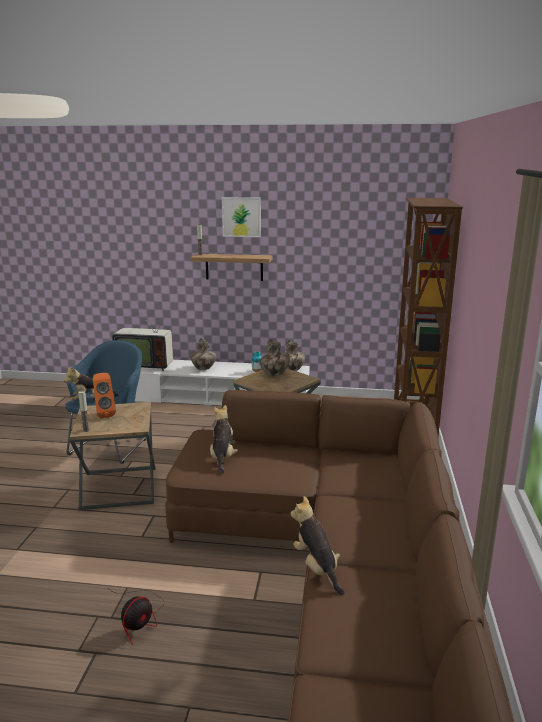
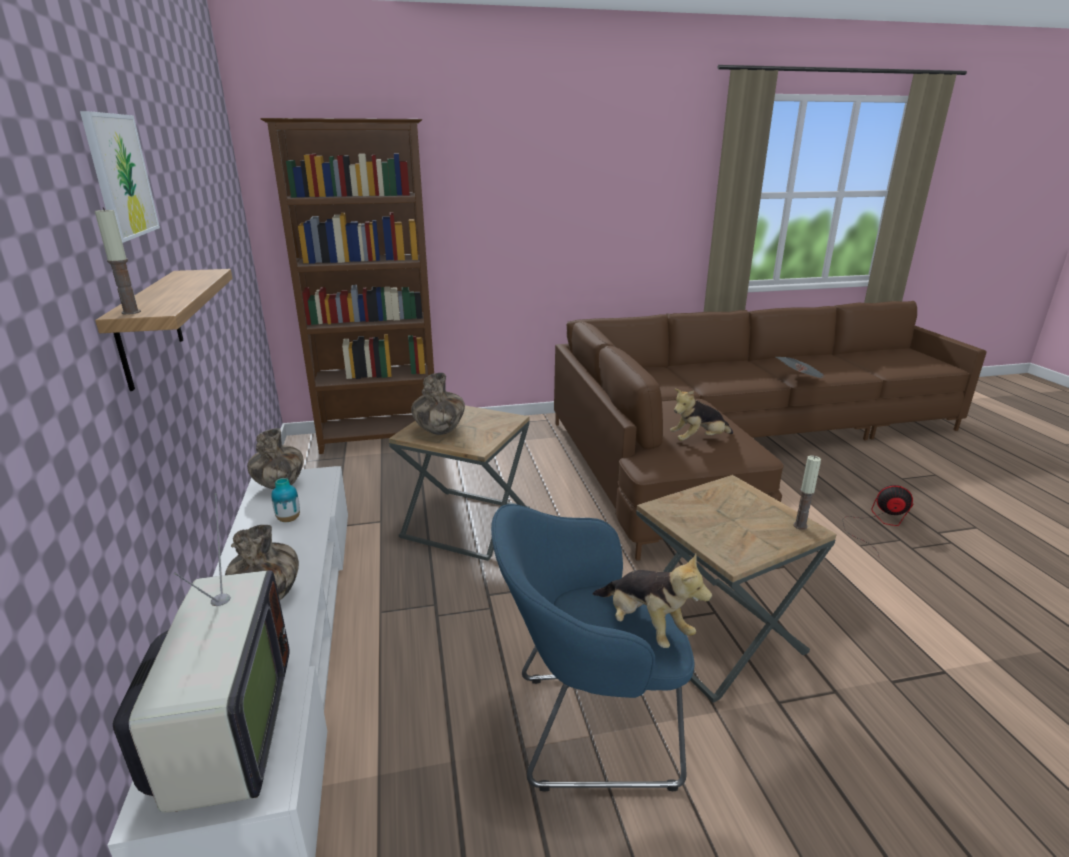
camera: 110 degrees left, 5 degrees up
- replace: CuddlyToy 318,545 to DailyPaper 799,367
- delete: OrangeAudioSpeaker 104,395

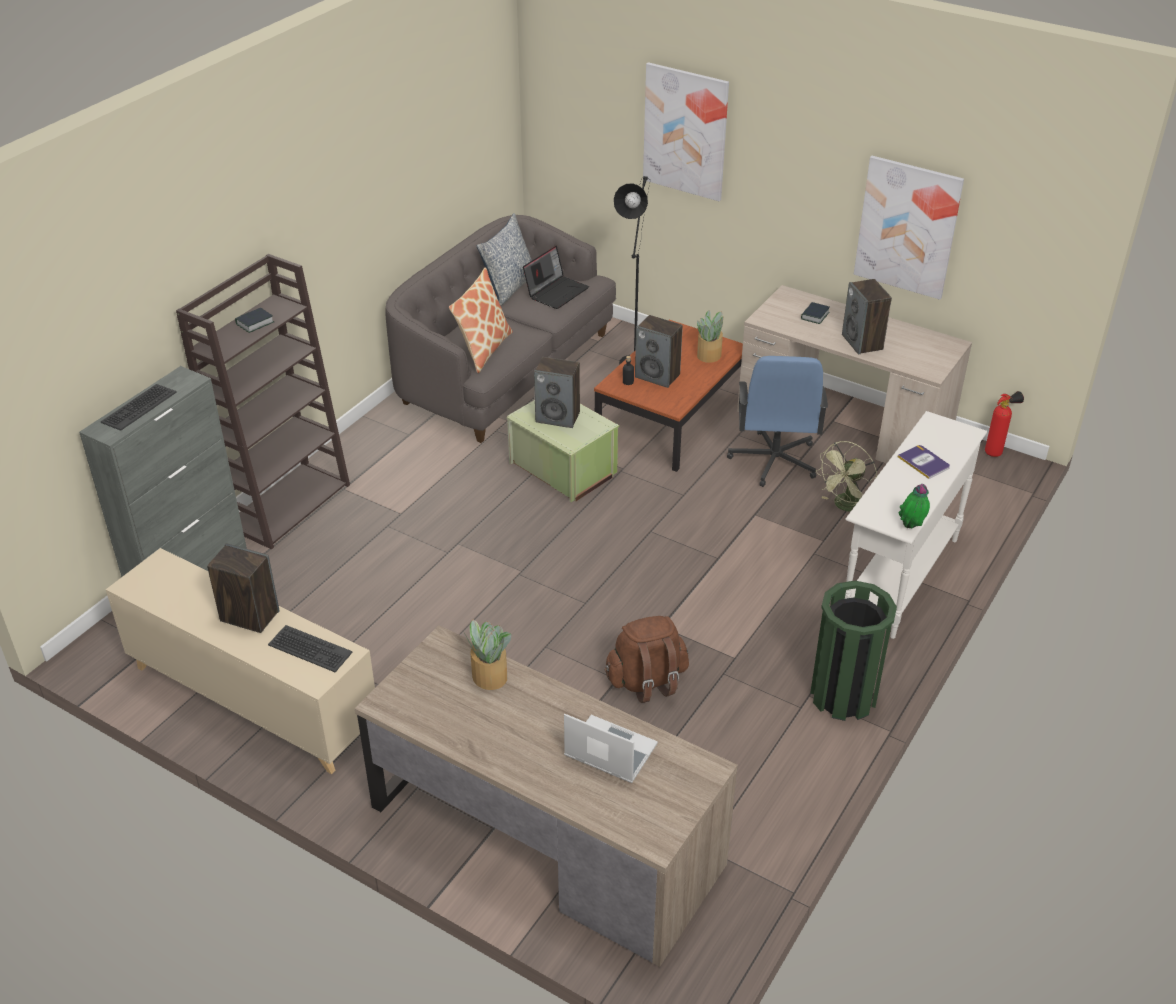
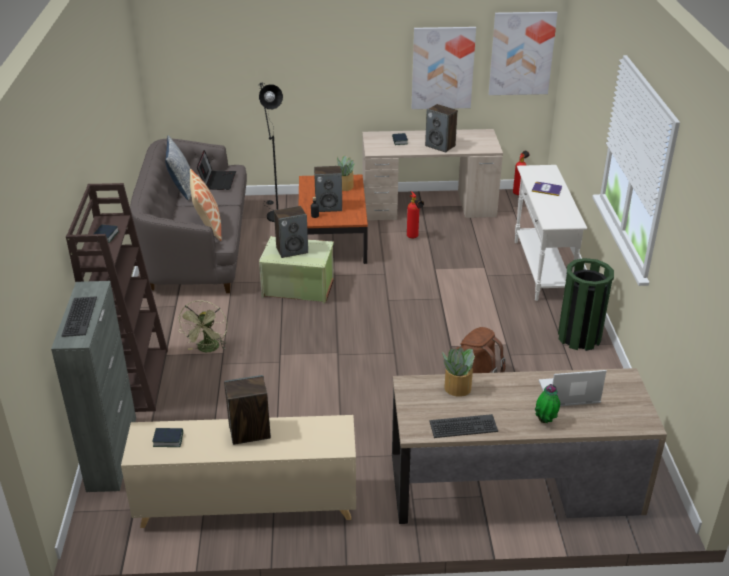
camera: 35 degrees left, 5 degrees down
- insert: BoundBook 167,437
- move: GreenishElectricFan 846,476 to 202,326
- replace: BluishDeskChair 777,421 to FireFightingCylinder 415,214
- move: Keyboard 310,648 to 464,426
- move: WallPicture 686,131 to 523,53
- move: Houseplant 914,506 to 547,403

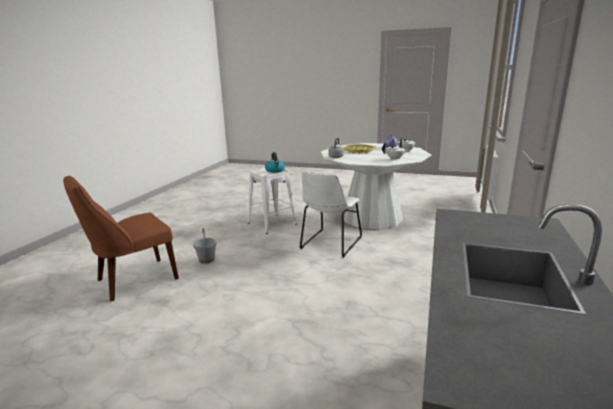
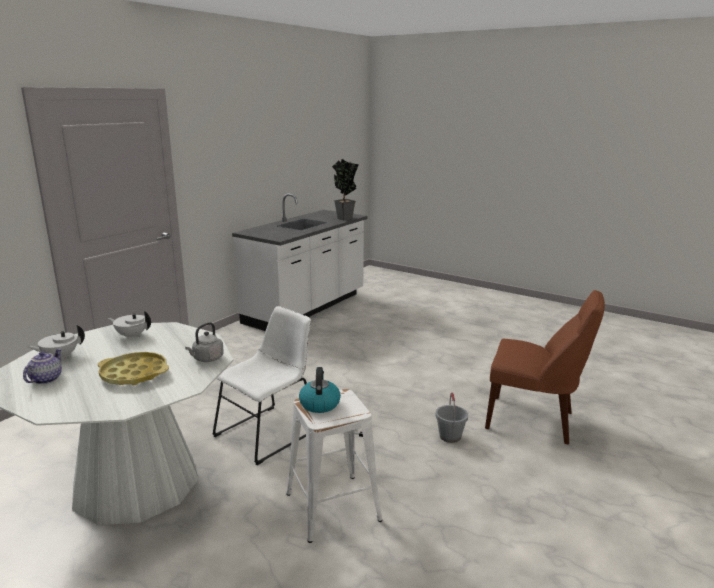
camera: 165 degrees left, 0 degrees up
- insert: Houseplant 345,189
- rotate: BrownishUprightChair 121,238 = 545,367 45 degrees clockwise

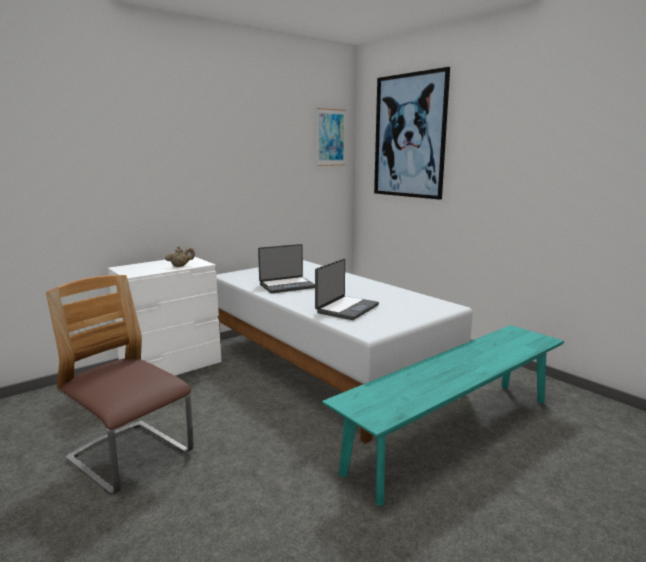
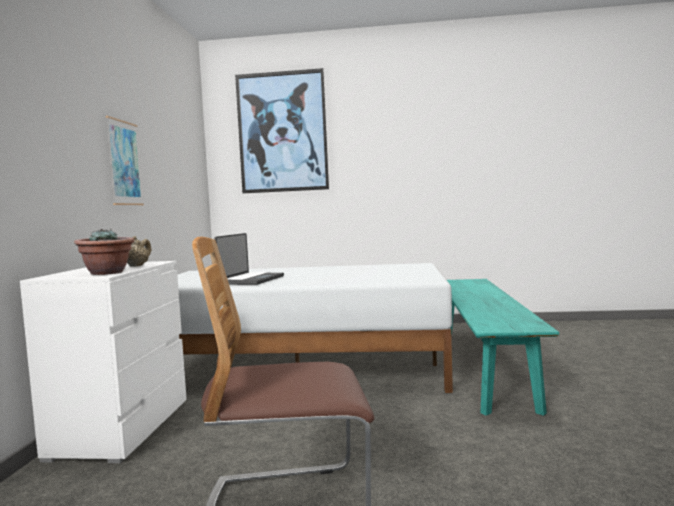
camera: 45 degrees left, 10 degrees down
- insert: Houseplant 104,252
- move: WallPicture 331,137 to 125,160
- delete: Laptop 347,289

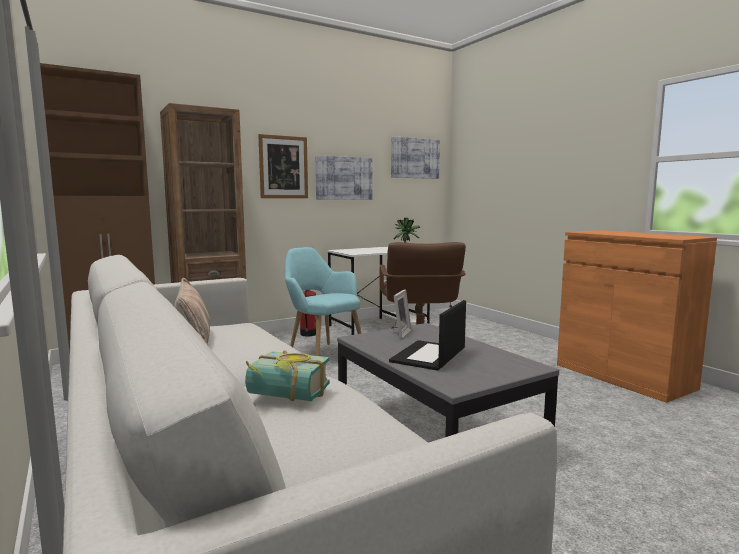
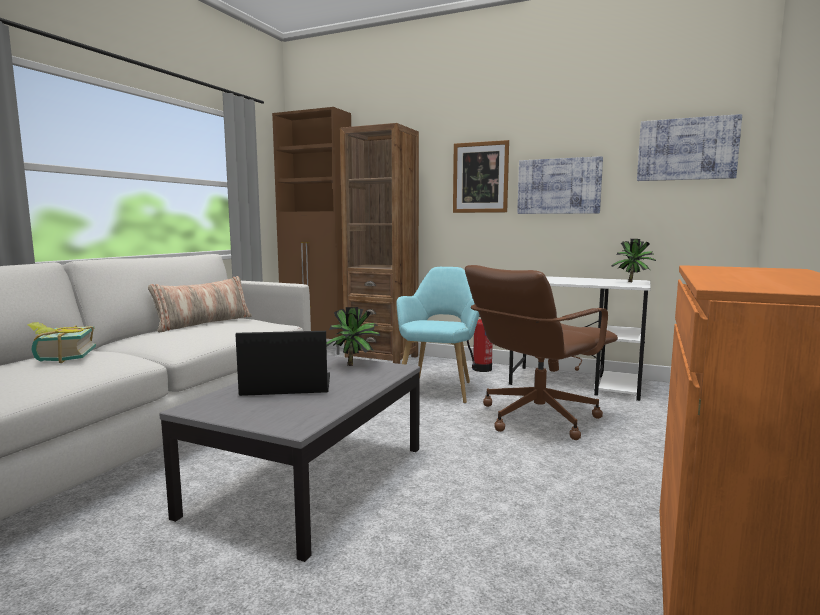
camera: 55 degrees right, 0 degrees up
- replace: PictureFrame 402,314 to Houseplant 353,336

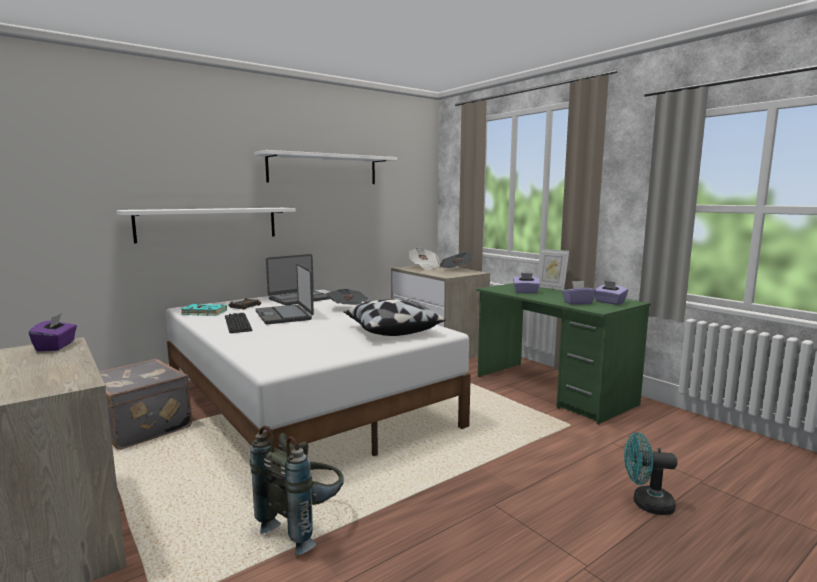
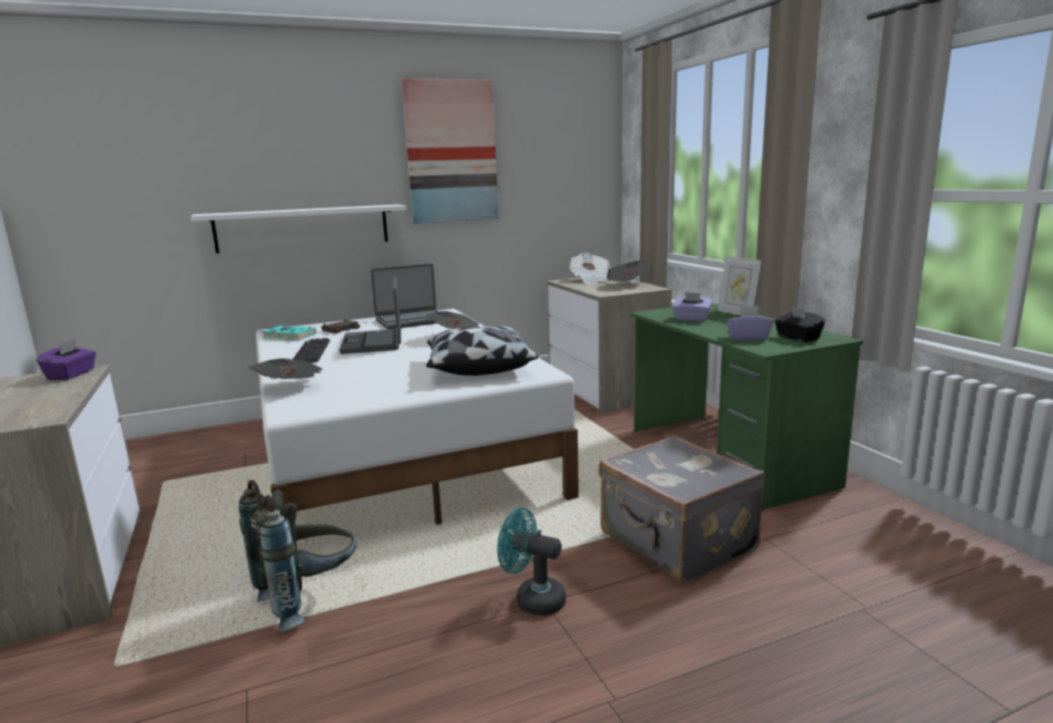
camera: 15 degrees right, 5 degrees up
- insert: DailyPaper 285,369
- replace: WhitishWallShelf 325,167 to WallPicture 450,151
- move: TurquoiseColouredElectricFan 650,473 to 531,562
- move: GreyPieceOfLuggage 145,404 to 682,510
- recolor: PurpleBoxOfTissues 611,292 to BlackishBoxOfTissues 800,324

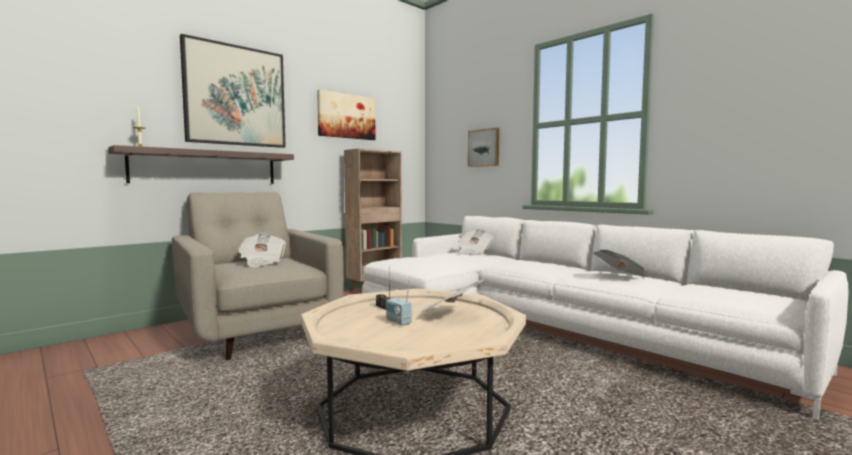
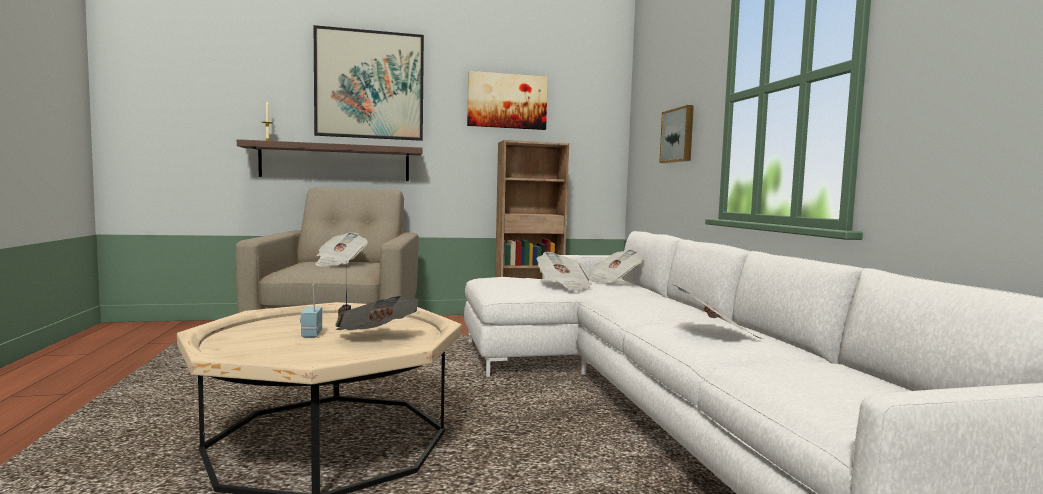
camera: 30 degrees right, 0 degrees up
- insert: DailyPaper 564,271

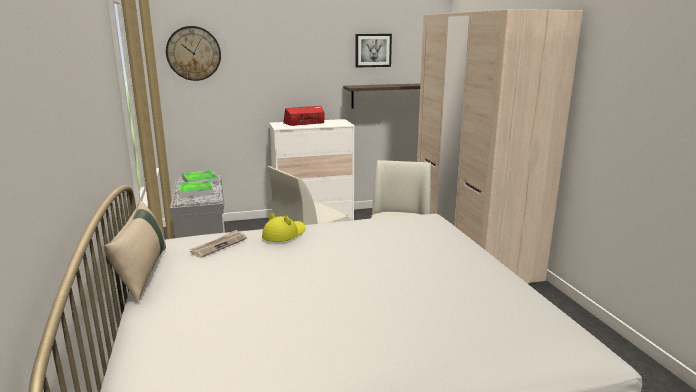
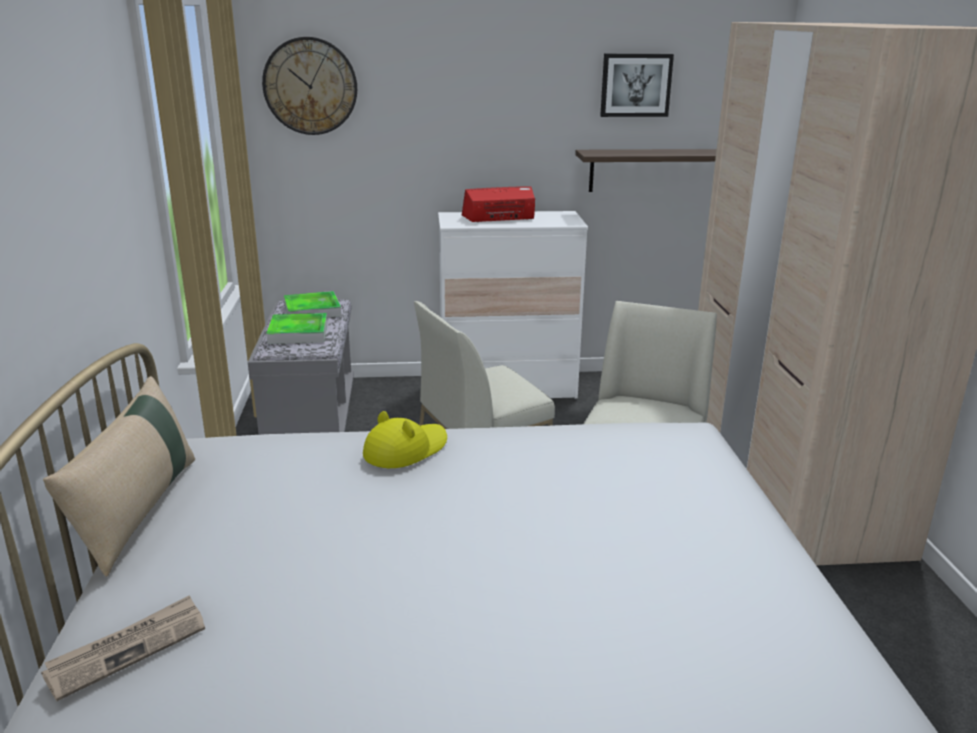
camera: 10 degrees right, 5 degrees up
- move: DailyPaper 218,244 to 123,648

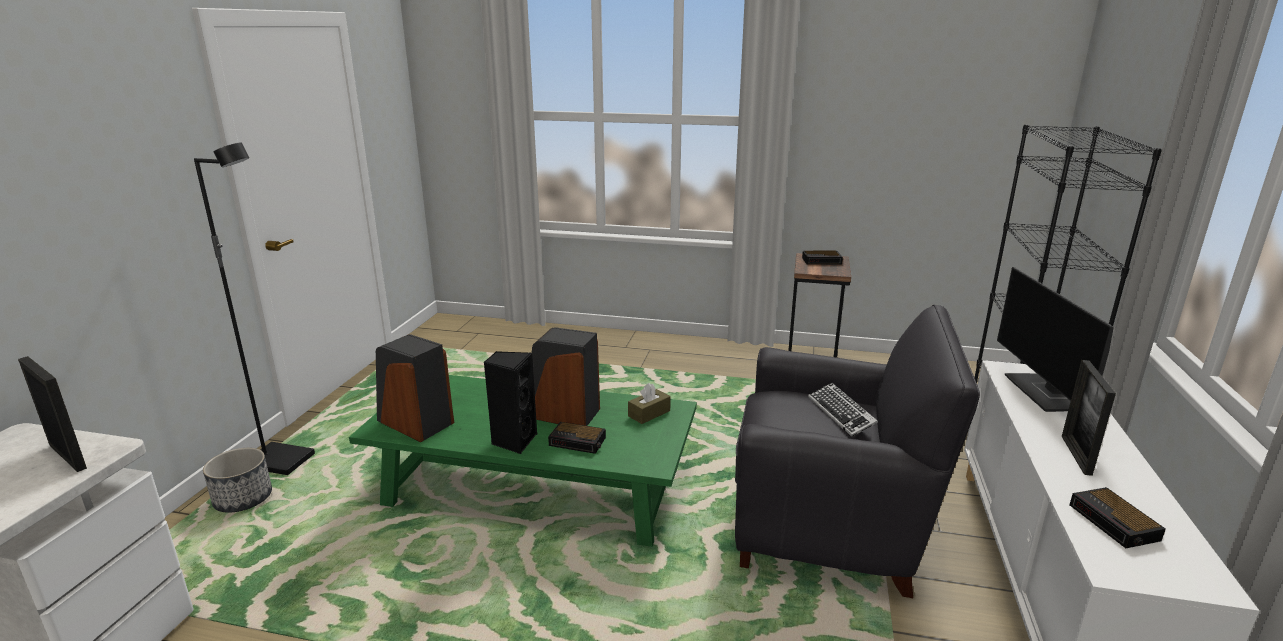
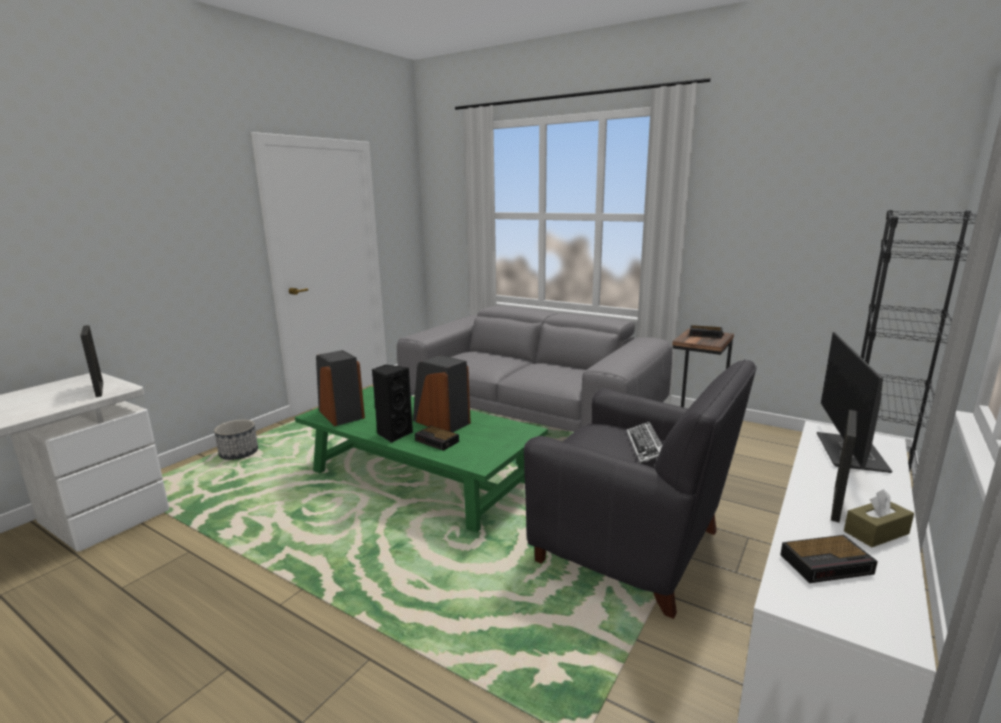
camera: 20 degrees right, 5 degrees down
- insert: GreyCouch 534,369
- rotate: TableClock 1118,517 = 829,559 105 degrees counterclockwise
- move: BrownishBoxOfTissues 649,403 to 879,518
- delete: BlackishStandardLamp 254,308

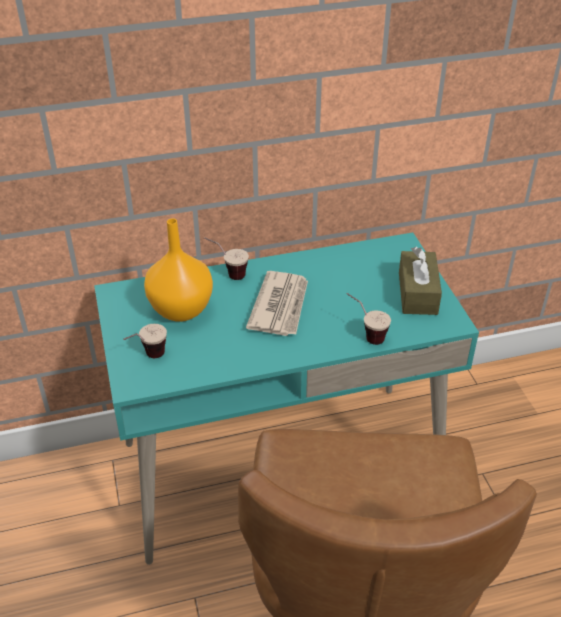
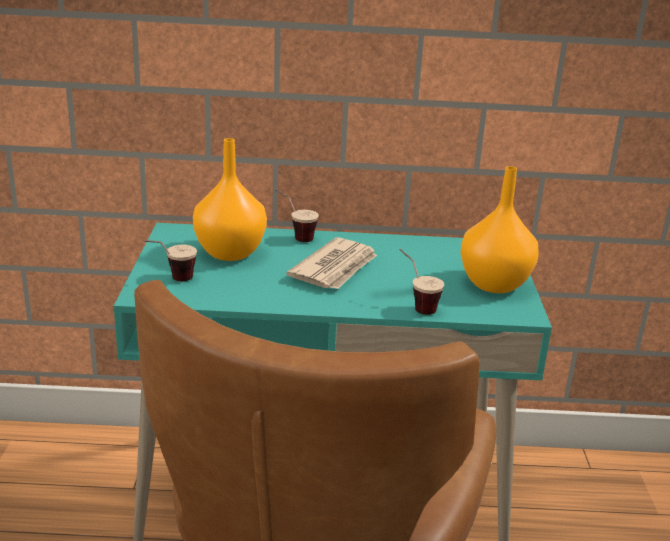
camera: 15 degrees right, 15 degrees down
- replace: BrownishBoxOfTissues 420,281 to OrangeDecorativeVase 499,229

